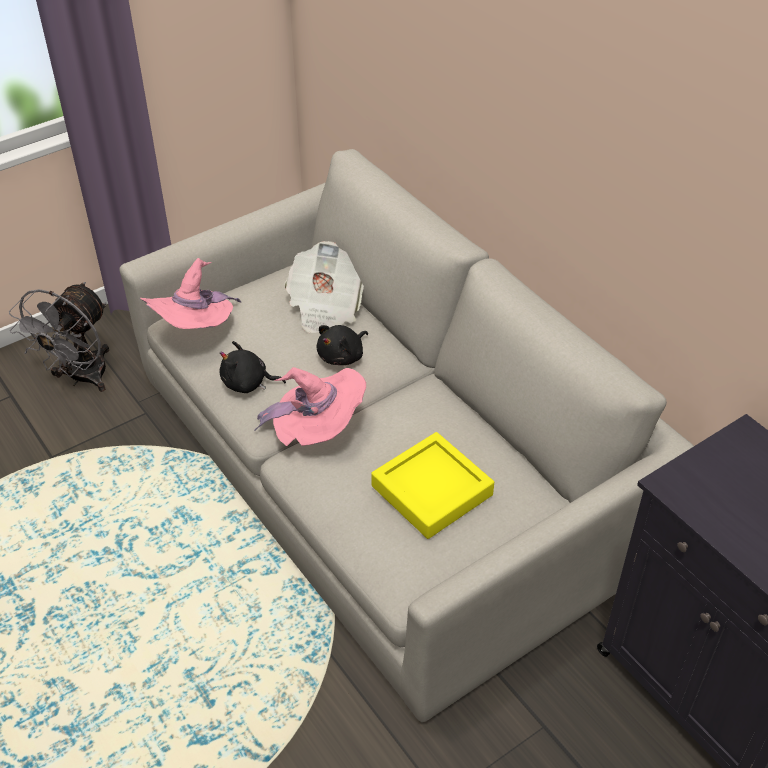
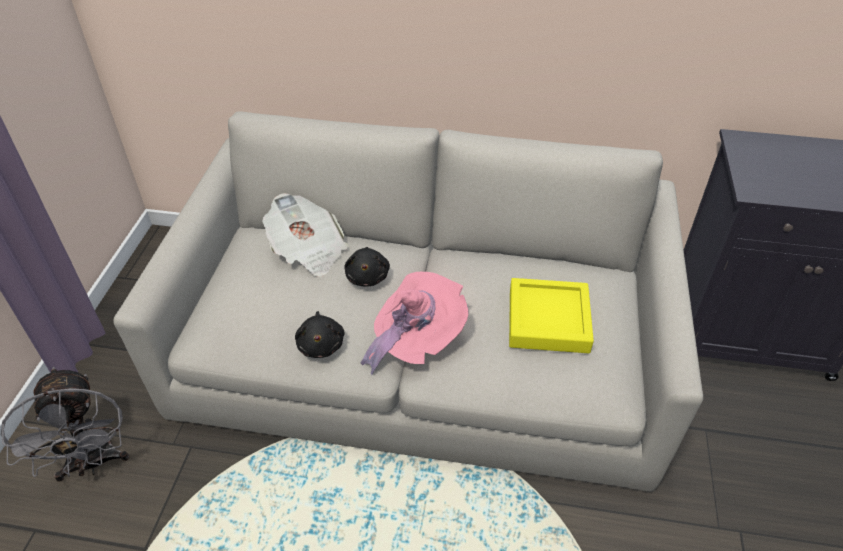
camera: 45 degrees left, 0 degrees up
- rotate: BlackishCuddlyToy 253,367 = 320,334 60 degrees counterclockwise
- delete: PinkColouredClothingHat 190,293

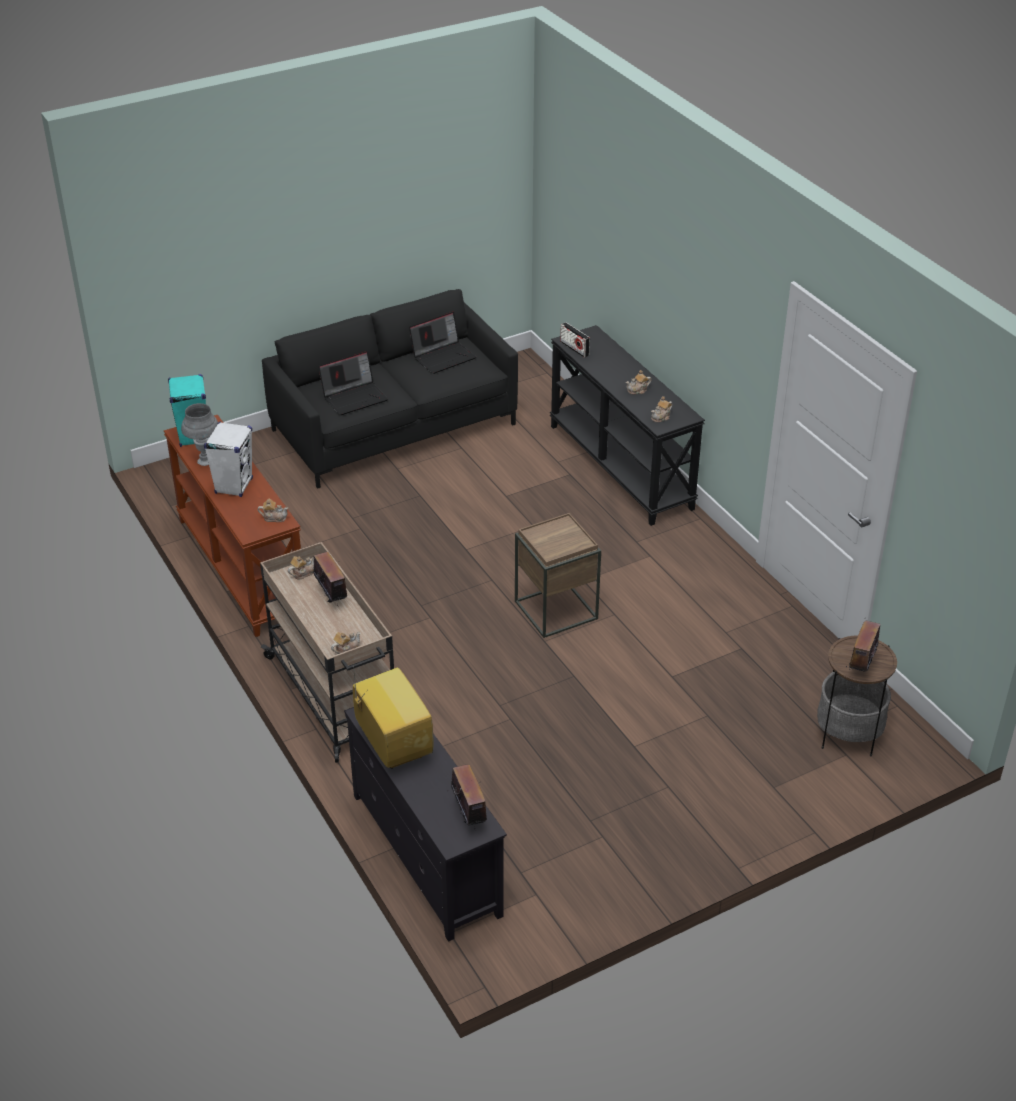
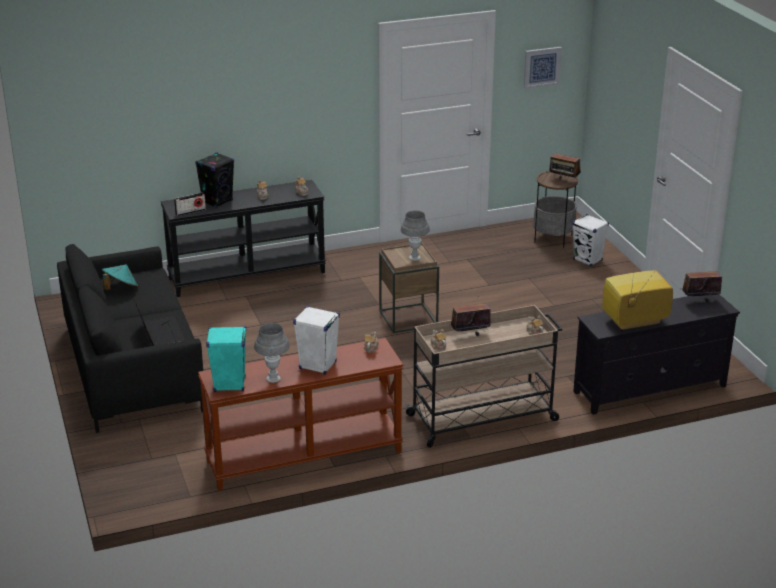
camera: 80 degrees left, 10 degrees down
- replace: Laptop 442,343 to TurquoiseColouredClothingHat 120,277
- insert: BlackishAudioSpeaker 214,180
- insert: GreyTabletopLamp 415,236
- insert: WallPicture 542,68
- insert: WhitishAudioSpeaker 590,240

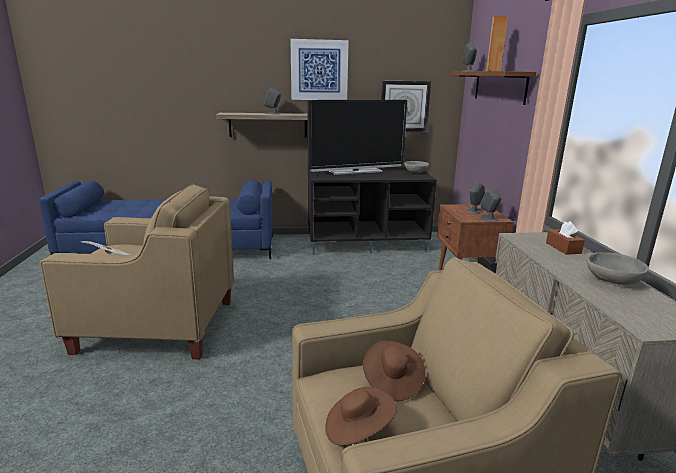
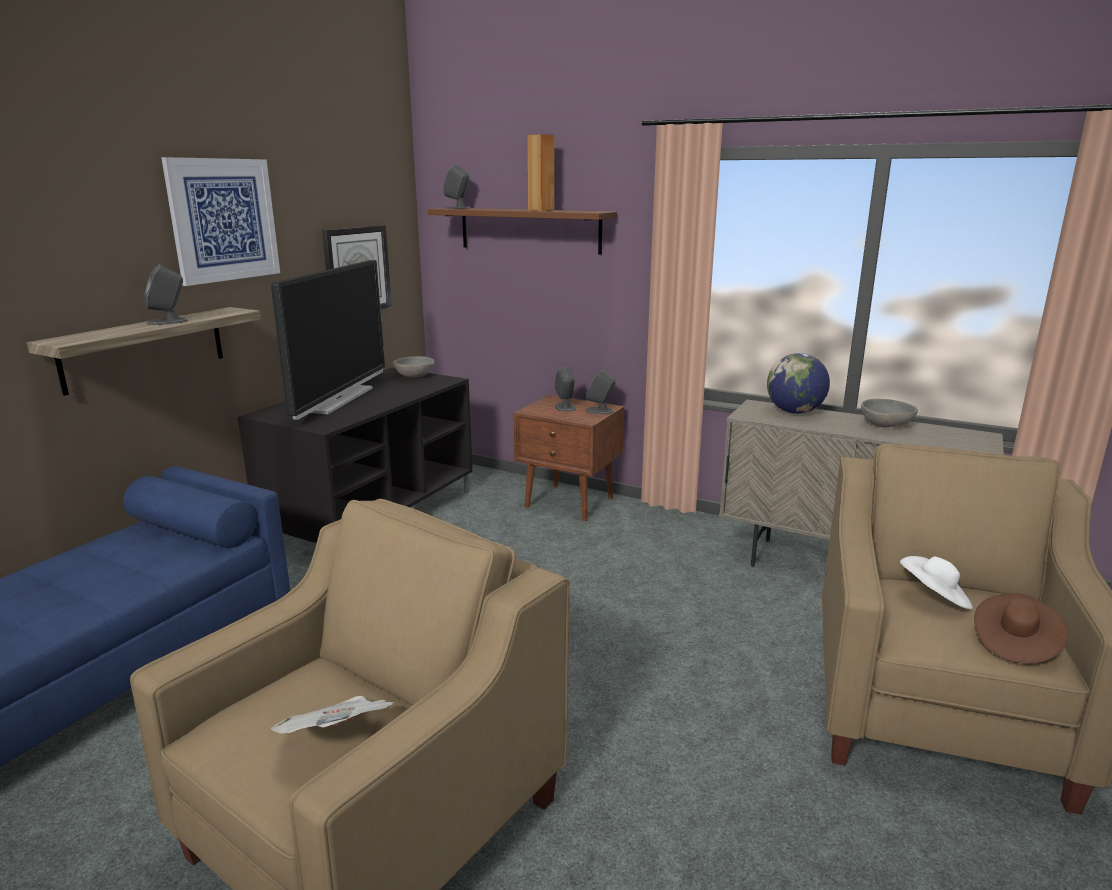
camera: 55 degrees left, 0 degrees up
- replace: BrownishBoxOfTissues 565,238 to DeskGlobe 798,383
- recolor: BrownishClothingHat 394,371 to WhitishClothingHat 936,582

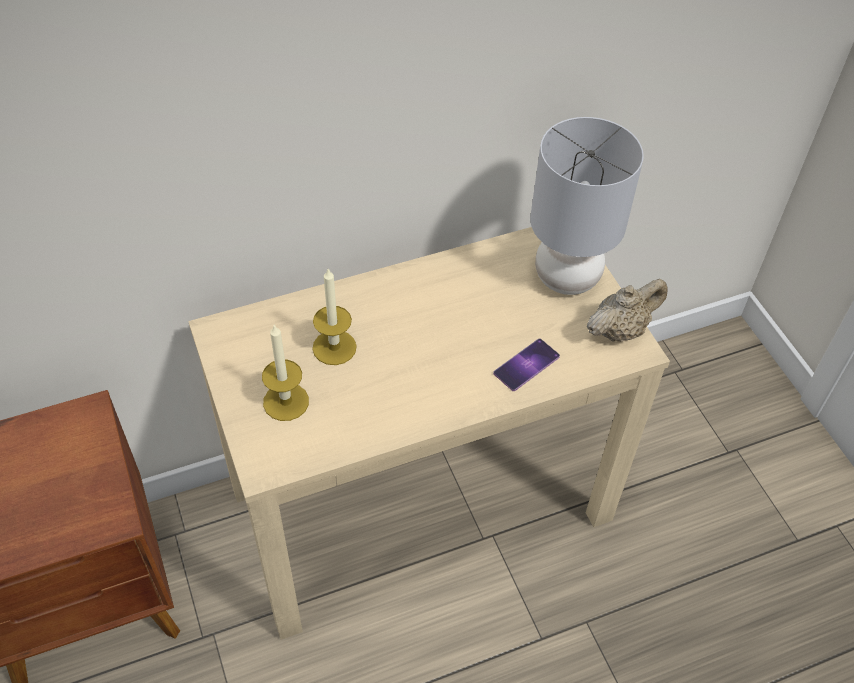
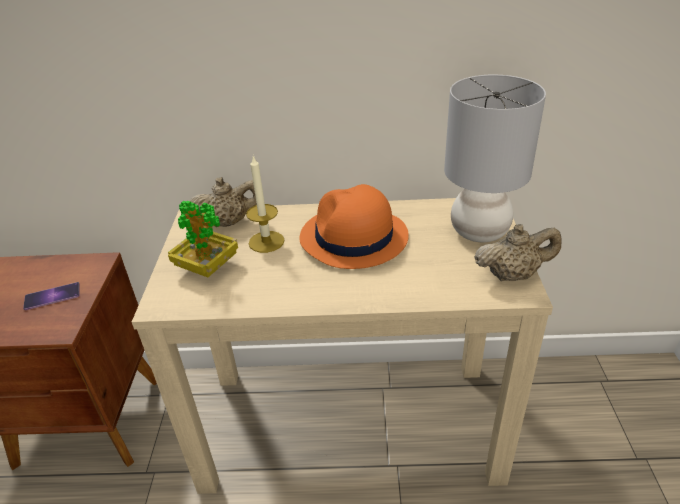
camera: 25 degrees right, 15 degrees down
- move: Phone 526,364 to 51,296
- replace: WaxLight 285,372 to Houseplant 203,239
- insert: SandColouredTeaPot 223,202
- insert: OrangeClothingHat 354,226

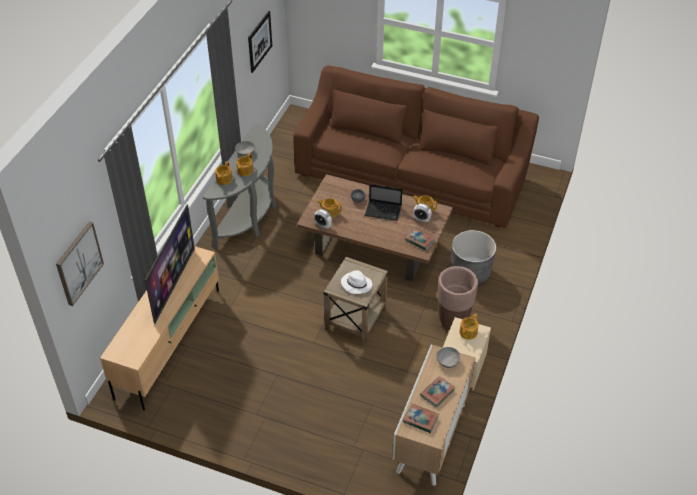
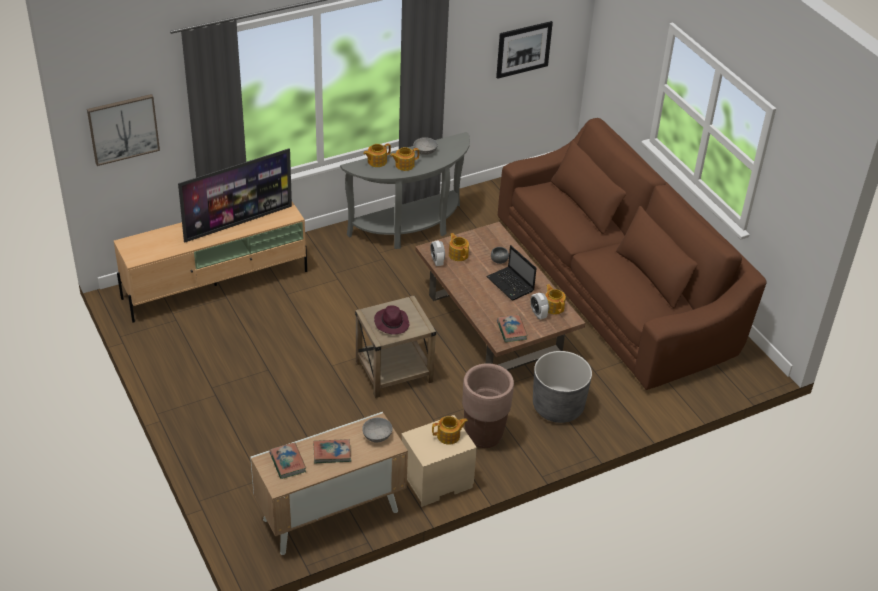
camera: 40 degrees right, 5 degrees down
- recolor: WhitishClothingHat 356,282 to PurpleClothingHat 391,320

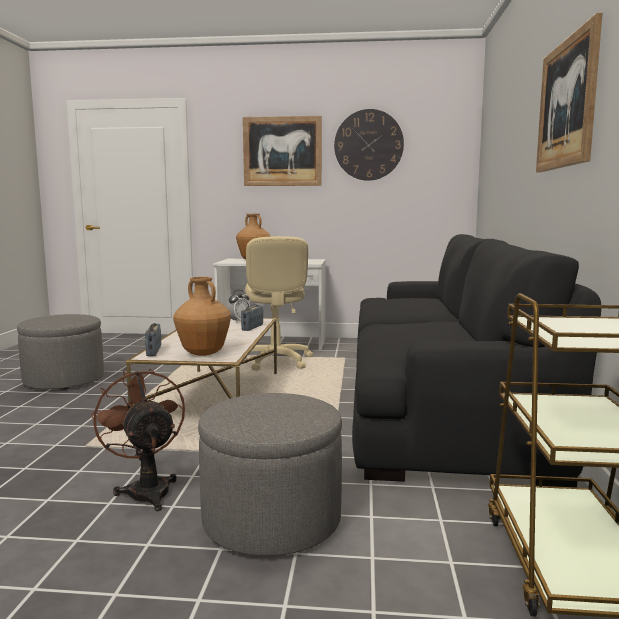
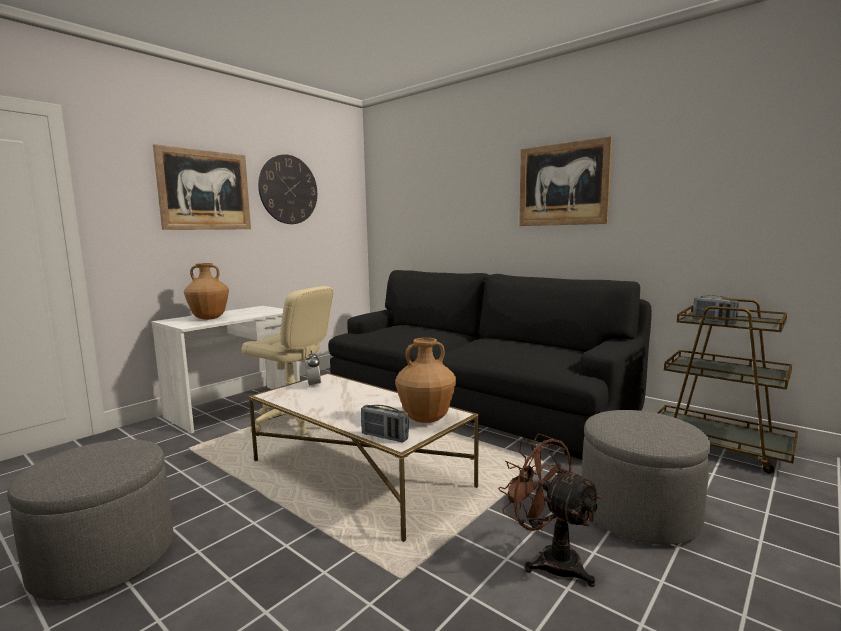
camera: 55 degrees left, 0 degrees up
- rotate: BrownishElectricFan 138,440 = 550,510 45 degrees clockwise
- move: RadioReceiver 252,318 to 715,309

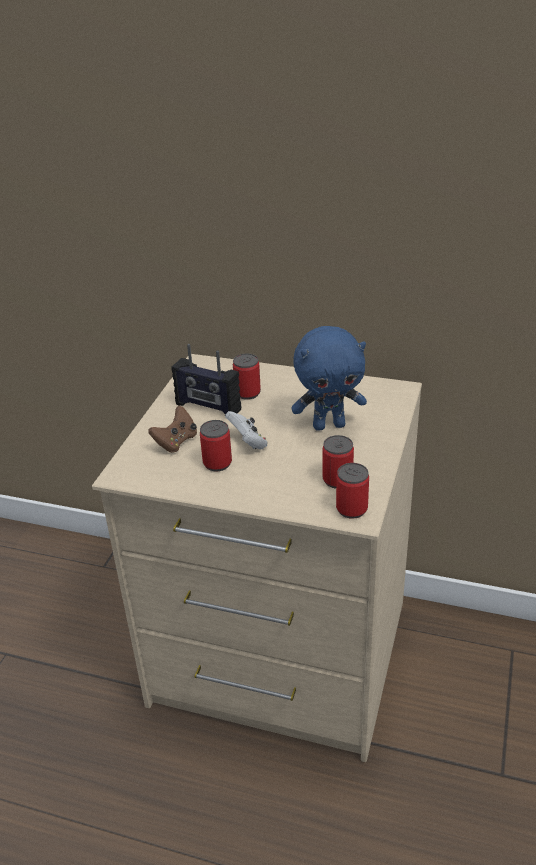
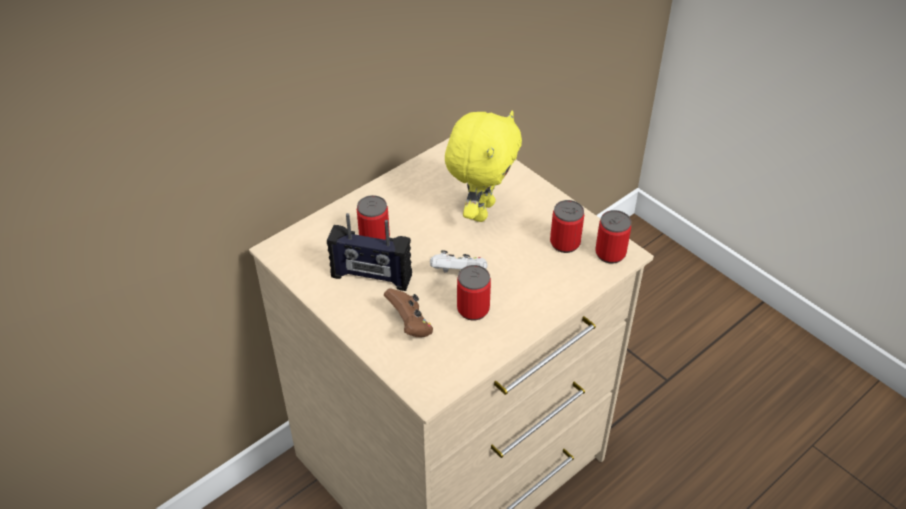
camera: 60 degrees left, 10 degrees up
- rotate: RadioReceiver 206,379 = 369,252 45 degrees clockwise
- recolor: BluishCuddlyToy 329,378 to YellowCuddlyToy 483,166

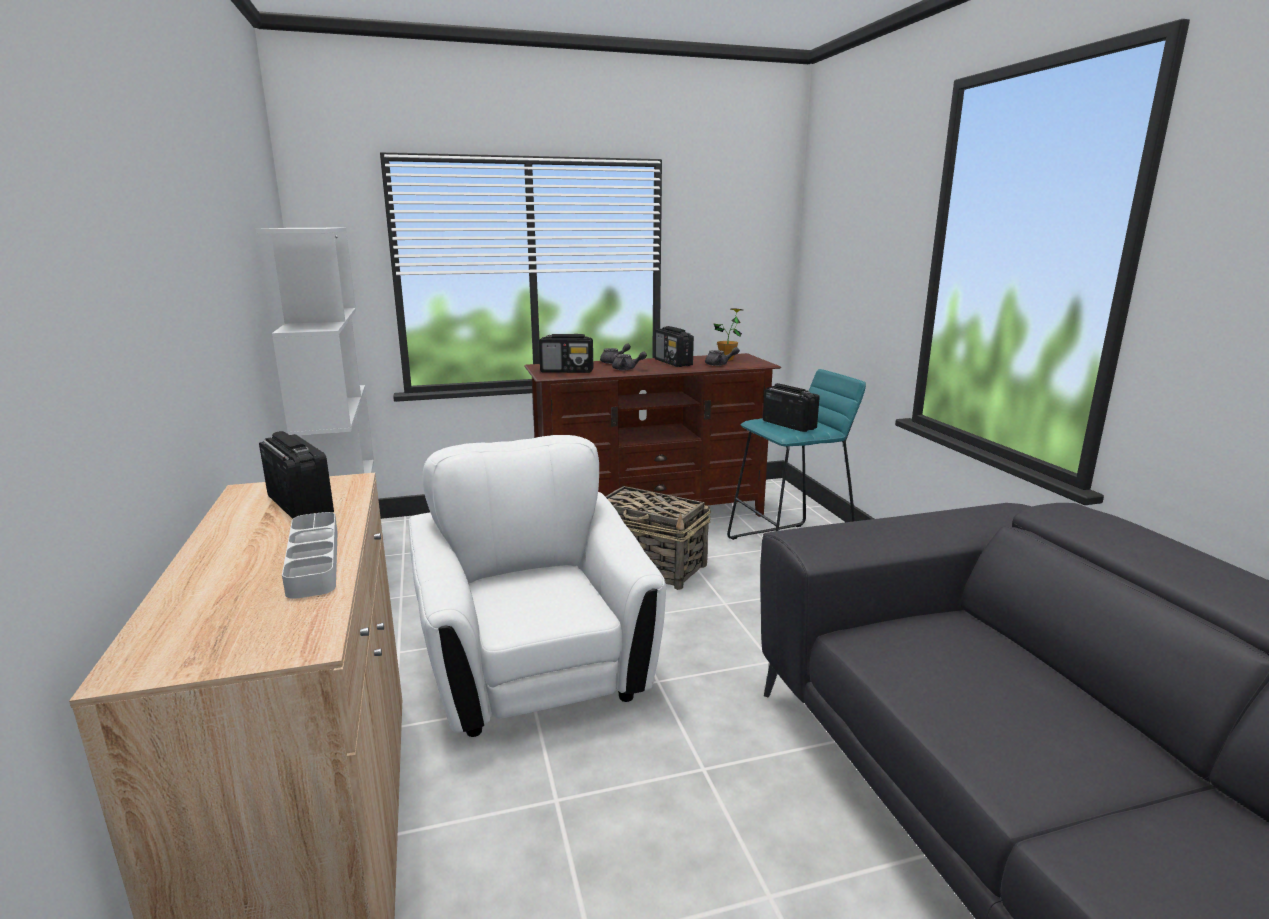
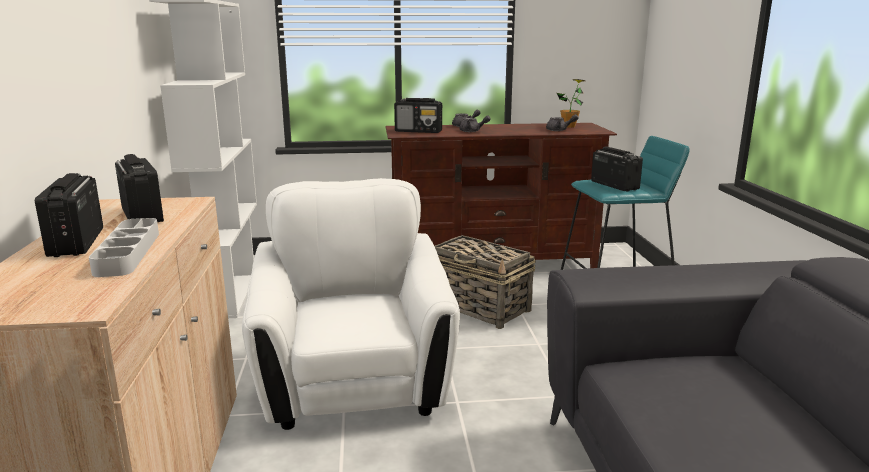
camera: 10 degrees right, 0 degrees up
- move: RadioReceiver 674,346 to 69,215

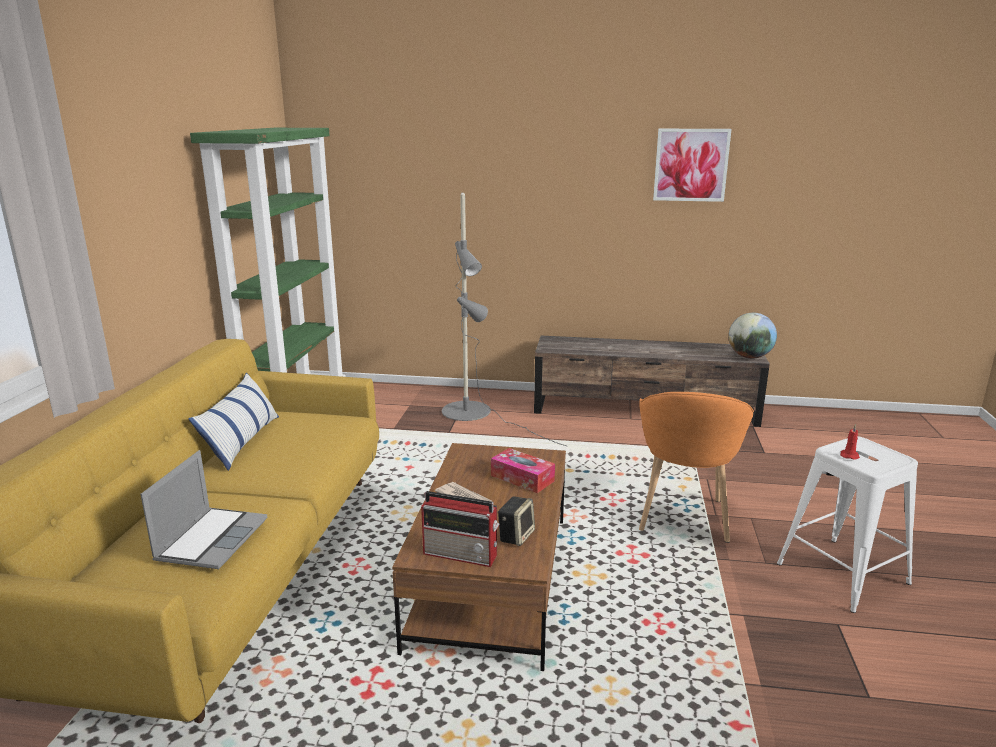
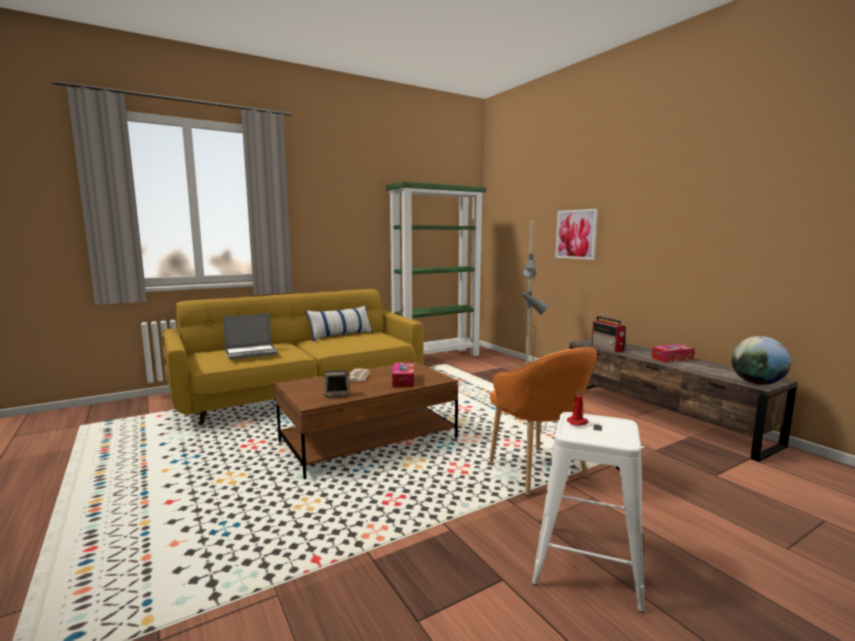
camera: 50 degrees right, 10 degrees down
- rotate: OrangeLoungeChair 696,467 = 543,421 90 degrees counterclockwise
- move: WallPicture 692,165 to 576,234
- move: RadioReceiver 460,529 to 609,334
- insert: BoxOfTissues 673,353

